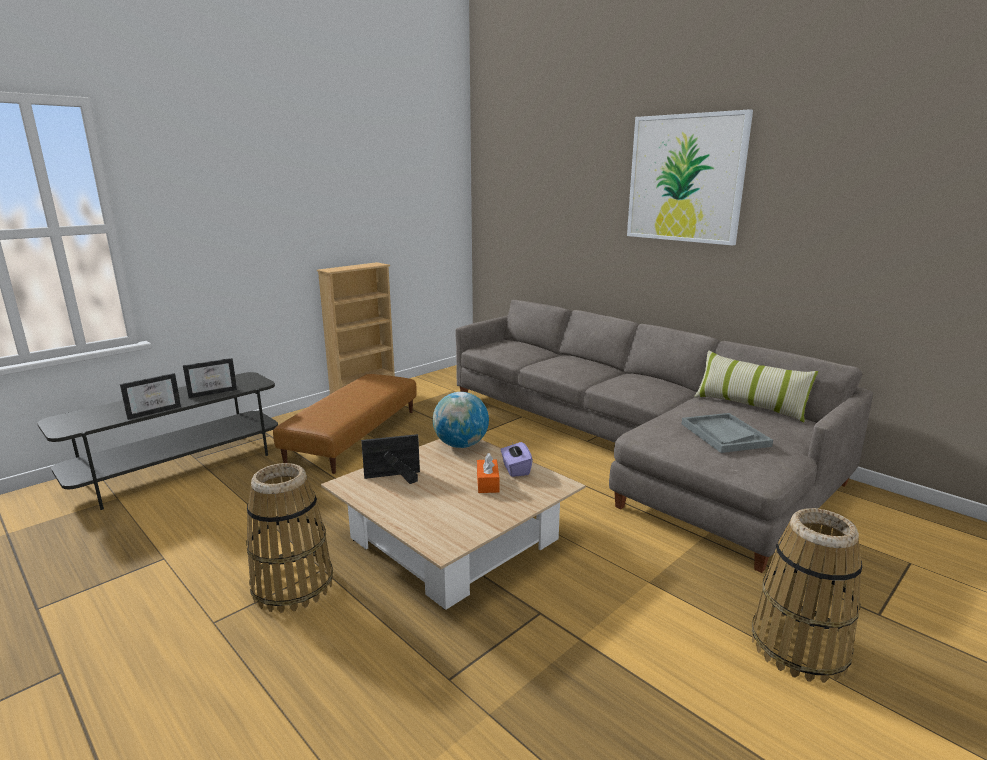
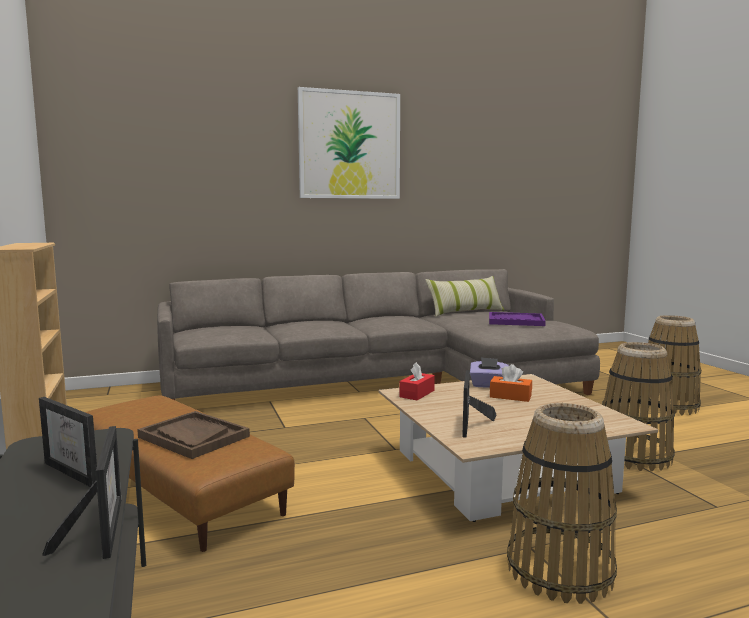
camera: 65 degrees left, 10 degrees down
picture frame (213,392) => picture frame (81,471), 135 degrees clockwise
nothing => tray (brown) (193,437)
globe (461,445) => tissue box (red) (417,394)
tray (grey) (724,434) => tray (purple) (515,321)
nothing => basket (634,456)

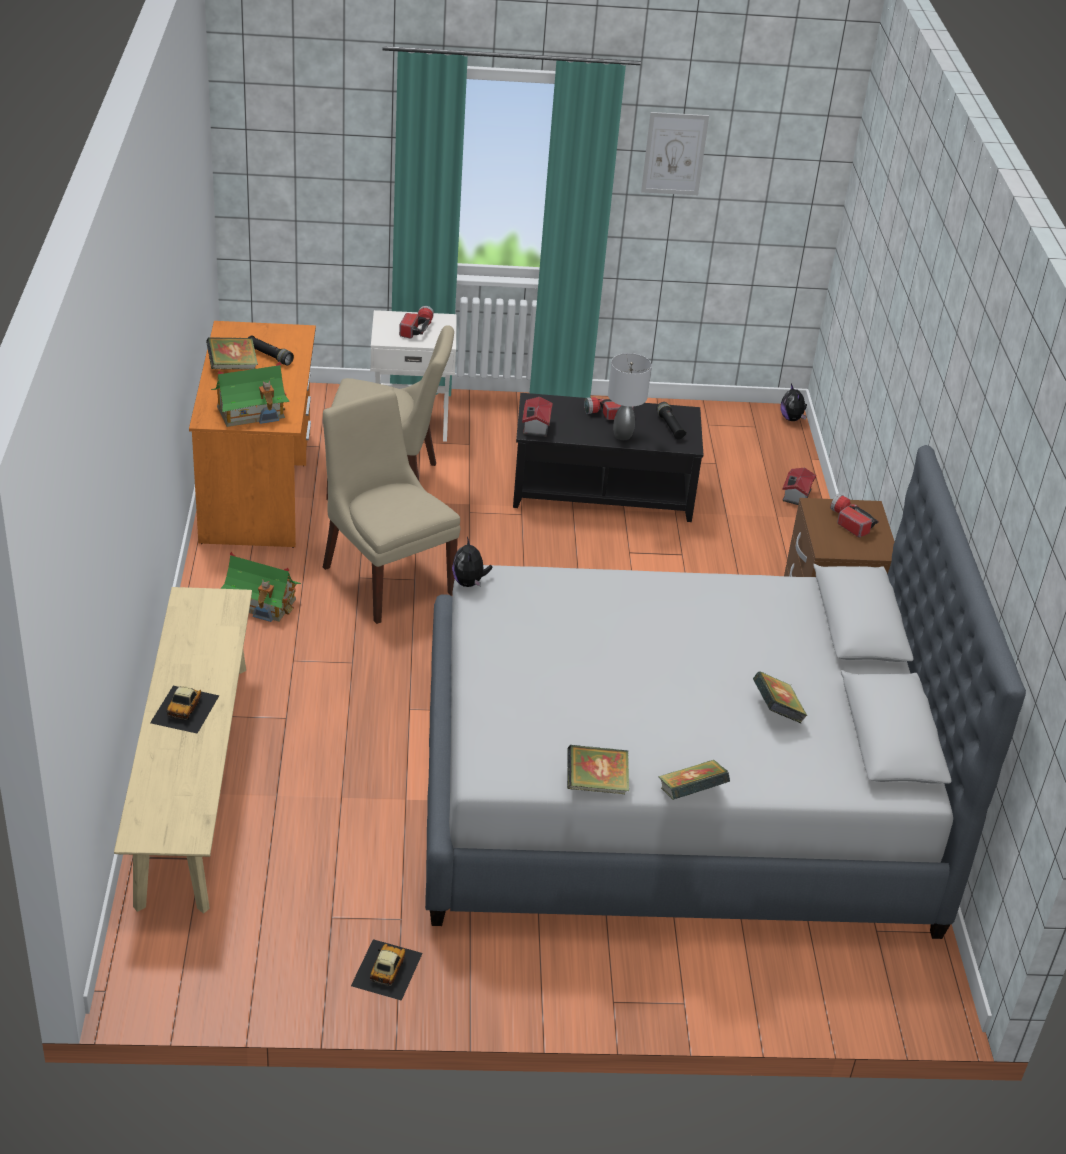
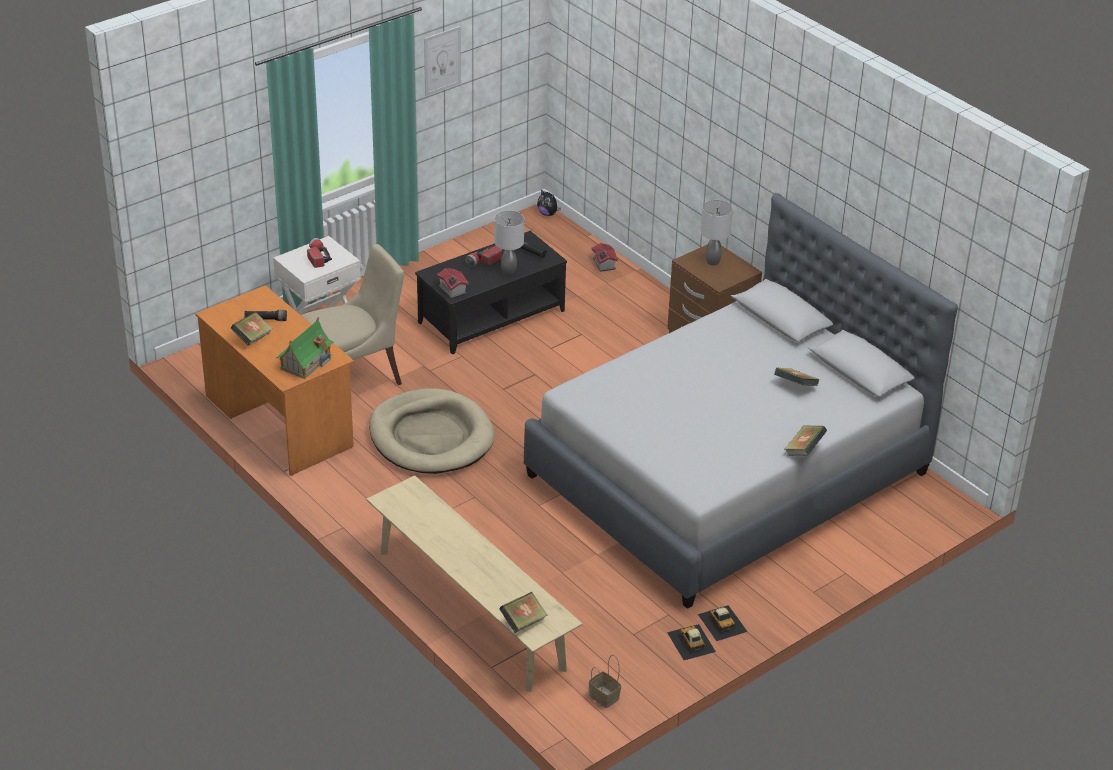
camera: 35 degrees left, 0 degrees up
chair (beige) (385,578) => dog bed (beige) (431,437)
book (596,784) => book (523,622), moved
nothing => basket (603,696)
toy car (185,709) => toy car (722,622), moved
flashlight (849,522) => table lamp (grey) (713,262)
toy house (261,602) => nothing
plush toy (469,583) => nothing

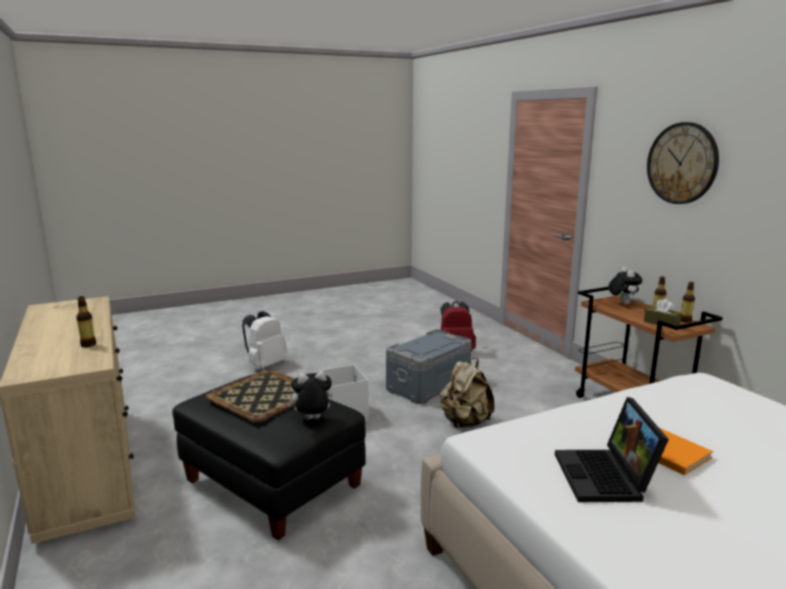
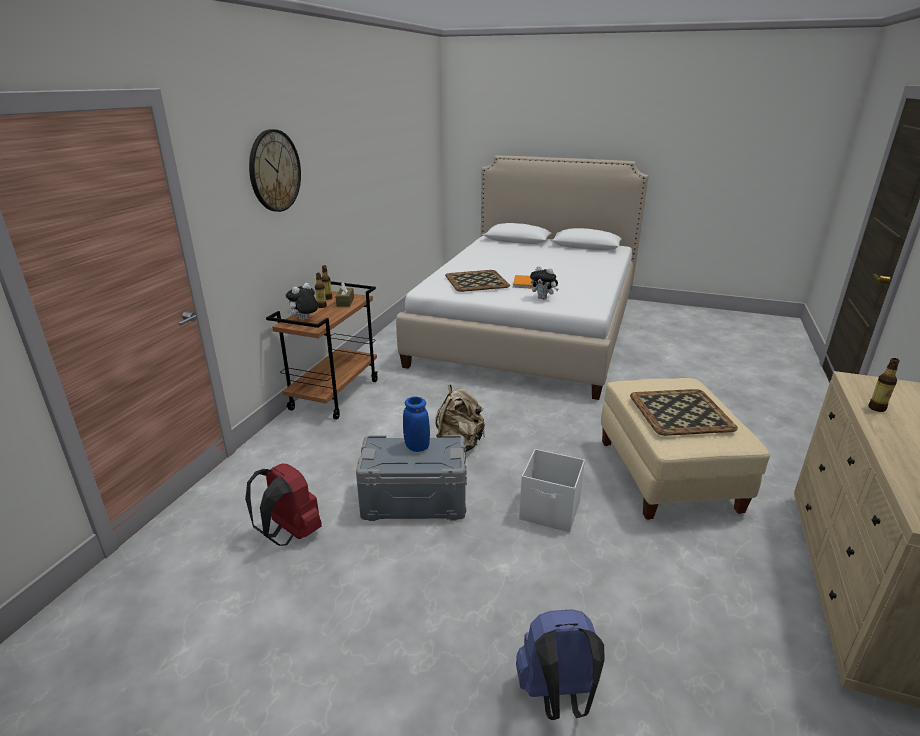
camera: 135 degrees left, 10 degrees up
nothing => vase (blue) (417,447)
nothing => tray (477,281)
backpack (white) (265,365) => backpack (blue) (557,696)
plush toy (312,419) => plush toy (543,298), moved
ottoman (black) (273,484) => ottoman (beige) (667,476)
laptop (607,478) => nothing

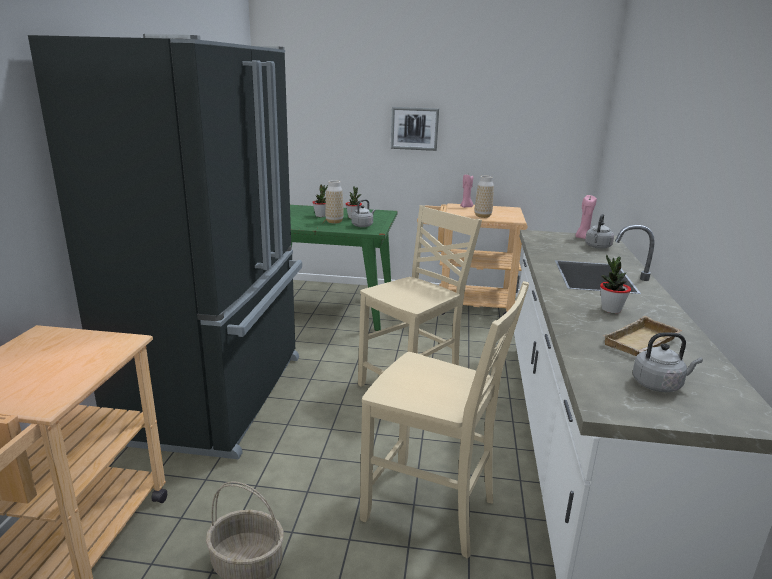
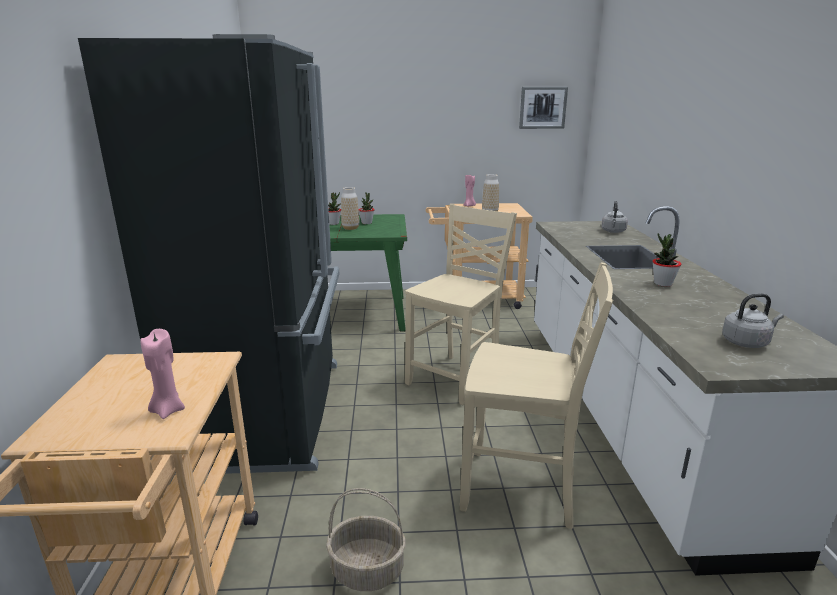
camera: 10 degrees left, 0 degrees up
candle (pink) (582,237) => candle (pink) (168,410), moved
picture (414,128) => picture (542,107), moved
kettle (grey) (363,225) => nothing
tray (beige) (642,343) => nothing

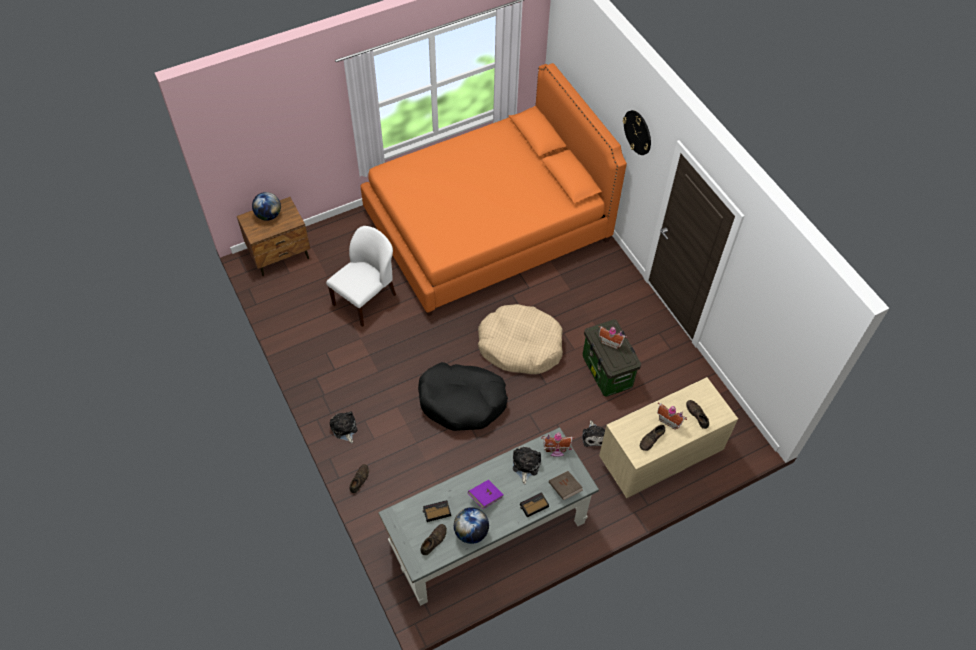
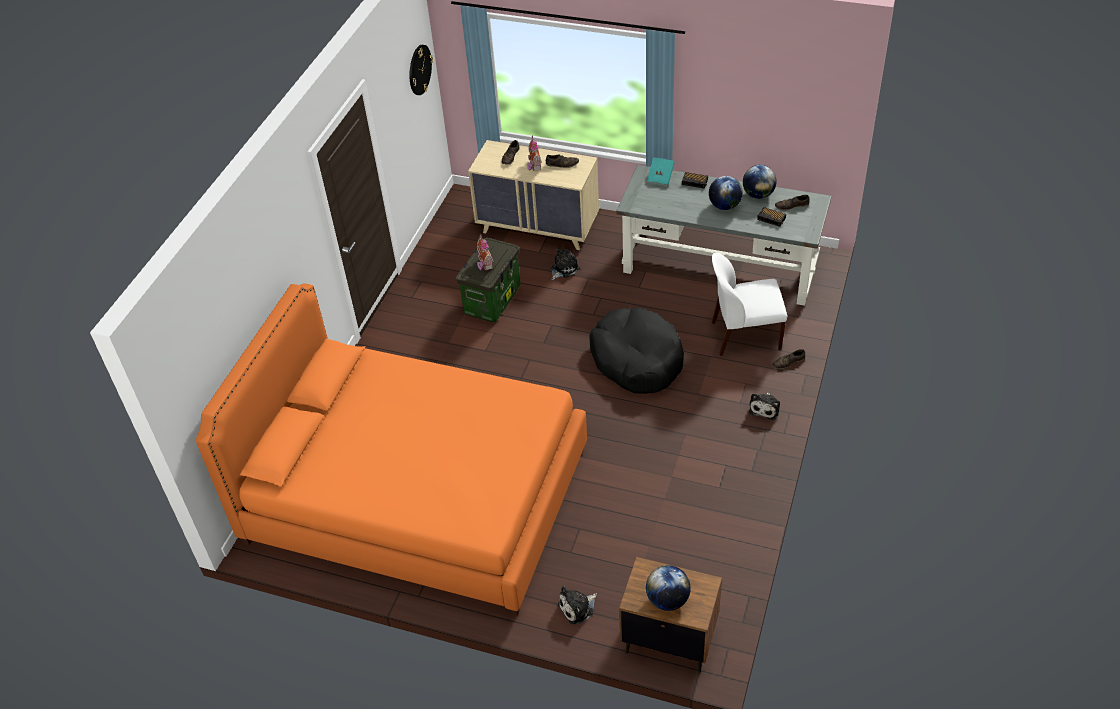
camera: 130 degrees left, 10 degrees down
wall clock (638,132) => wall clock (419,69), moved
plush toy (525,465) => plush toy (578,608), moved
book (brown) (564,488) => book (turquoise) (660,178)
book (purple) (485,497) => globe (724,206)
chair (white) (365,299) => chair (white) (744,336), moved
dog bed (beige) (520,346) => nothing
toy house (556,450) => nothing

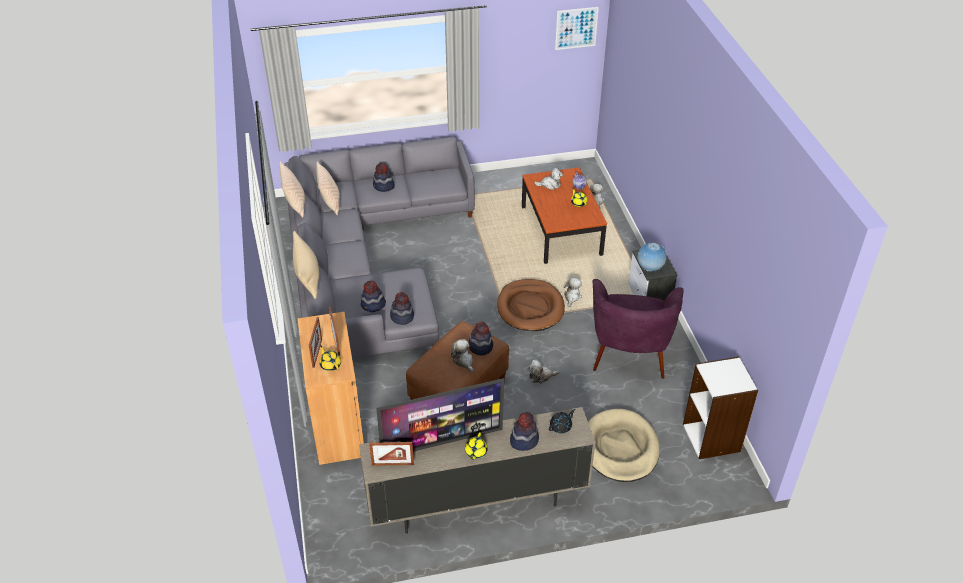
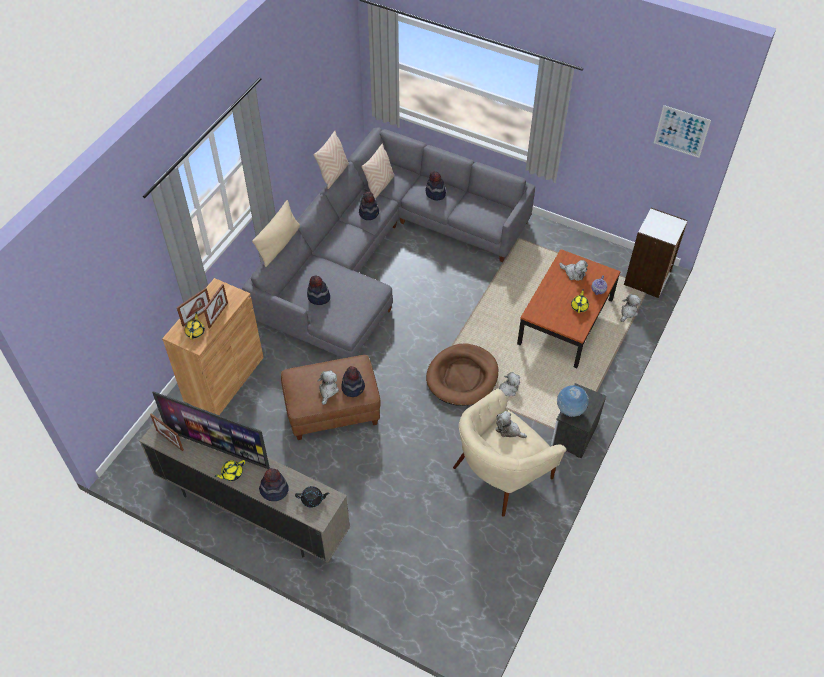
camera: 40 degrees right, 10 degrees up
hat (402,316) => hat (369,213), moved
armchair (purple) (629,351) => armchair (beige) (501,472)
plush toy (541,376) => plush toy (508,430), moved
bookcase (white) (712,438) => bookcase (white) (647,279), moved
dog bed (beige) (620,448) => nothing

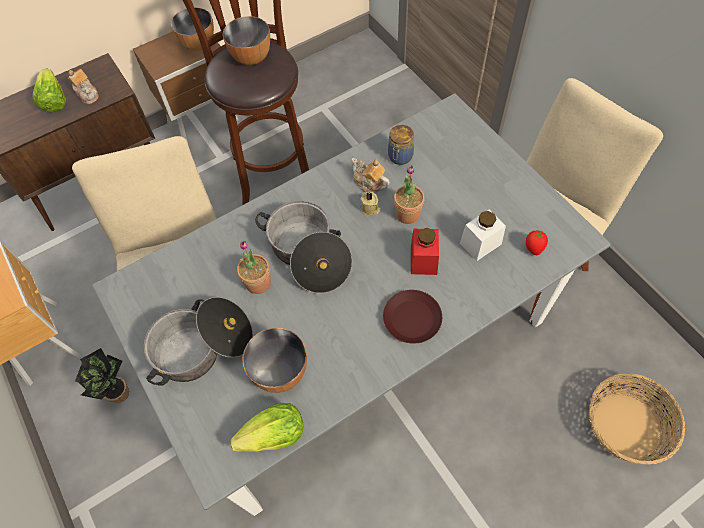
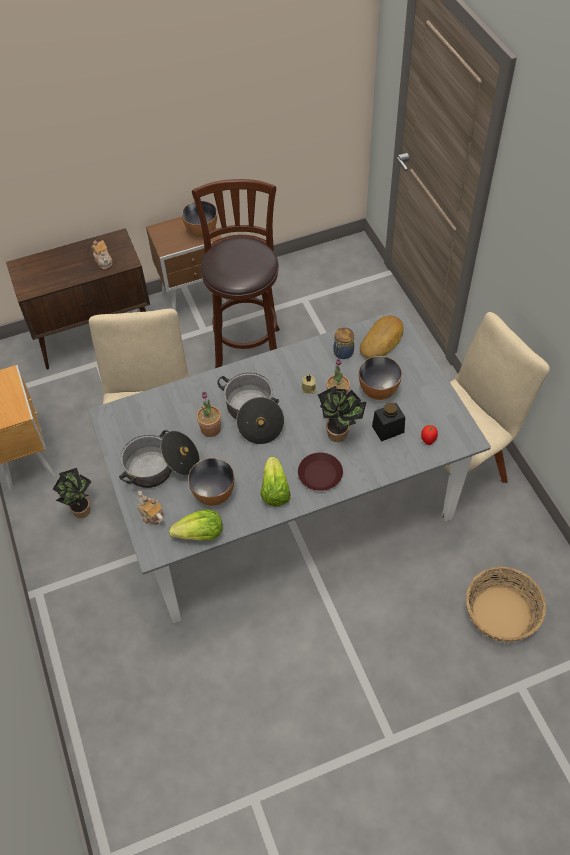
camera: 10 degrees right, 5 degrees down
teapot (369,183) => teapot (151,514), moved
lettuce (54,100) => lettuce (275,490), moved
jar (red) (423,260) => potted plant (340,433)
bowl (251,58) => bowl (378,391), moved
nothing => bread (382,341)
jar (white) (480,243) => jar (black) (388,429)

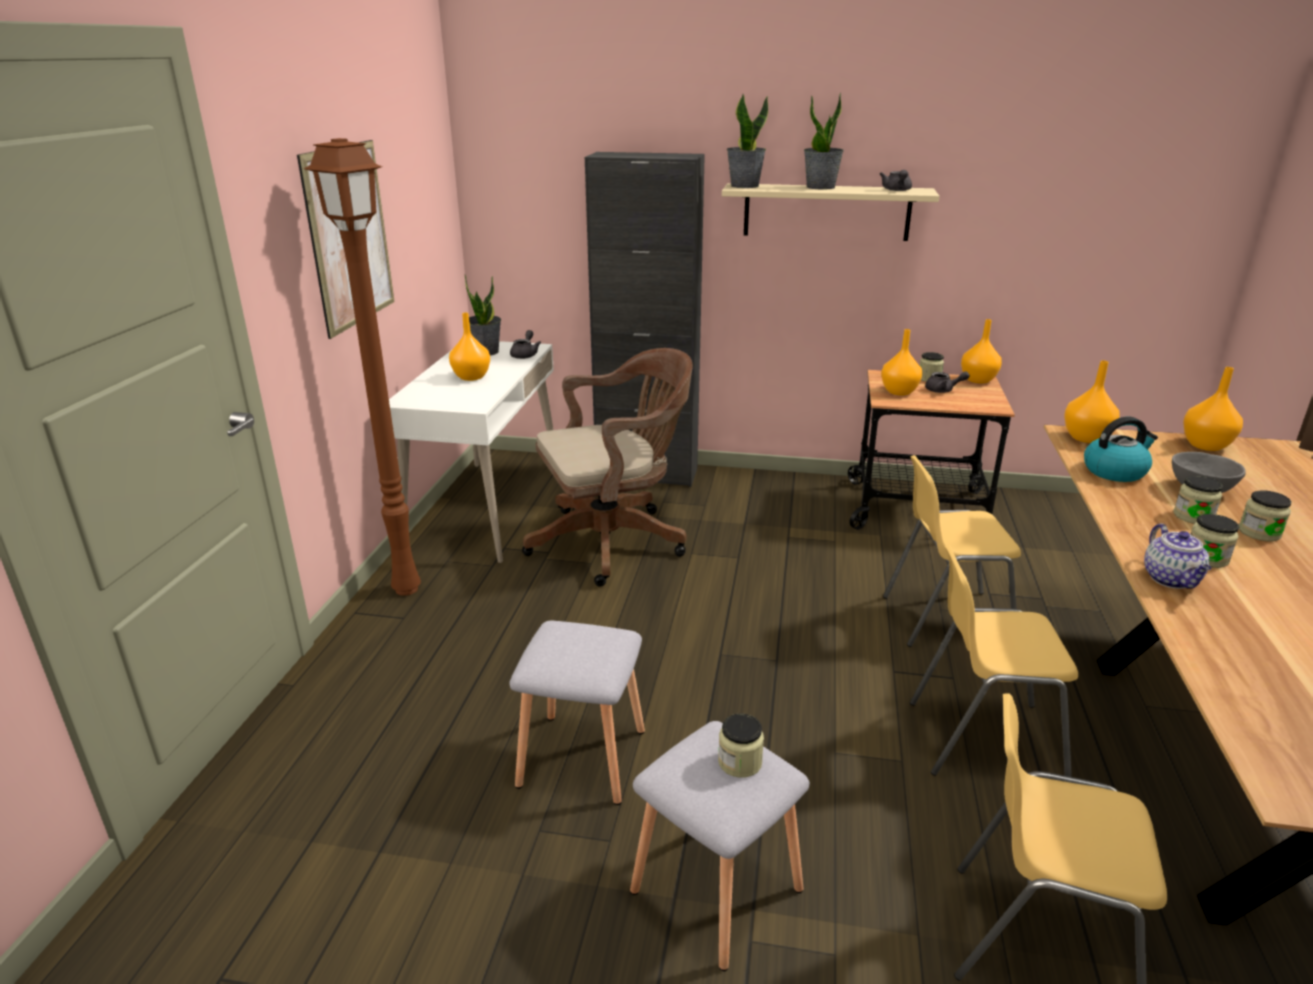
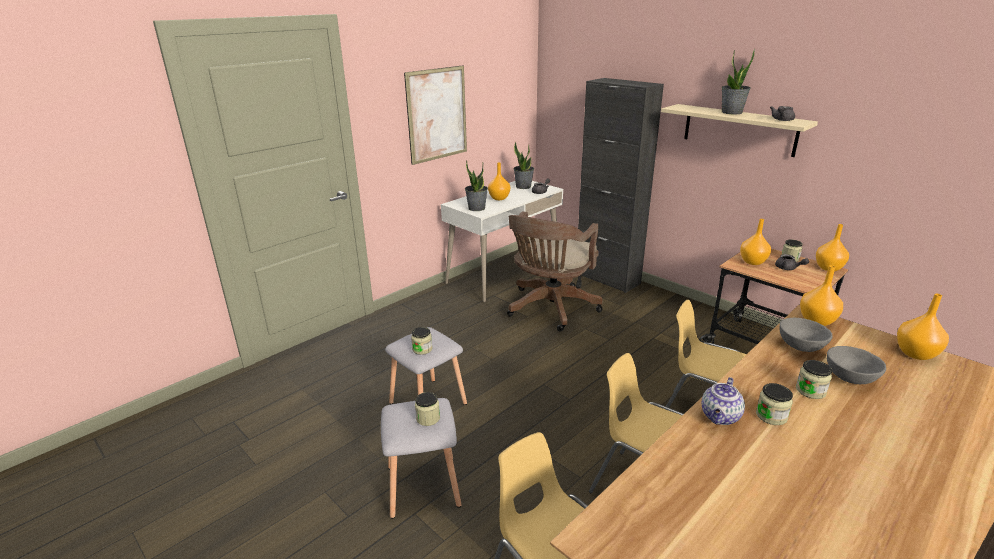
camera: 35 degrees right, 0 degrees up
jar (1259,532) => jar (422,349), moved
potted plant (744,186) => potted plant (476,208), moved
office chair (brown) (614,541) => office chair (brown) (550,309), 105 degrees clockwise
kettle (1115,471) => bowl (grey) (800,346)
floor lamp (brown) (406,590) => nothing

